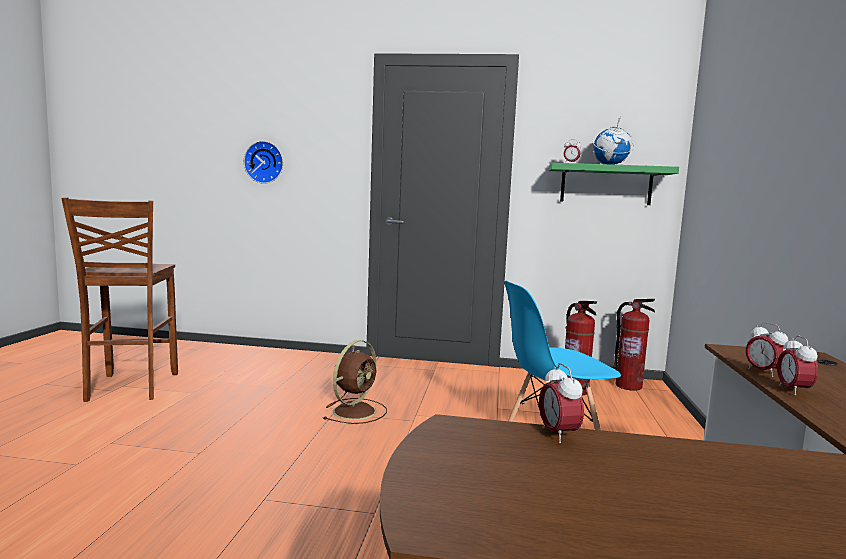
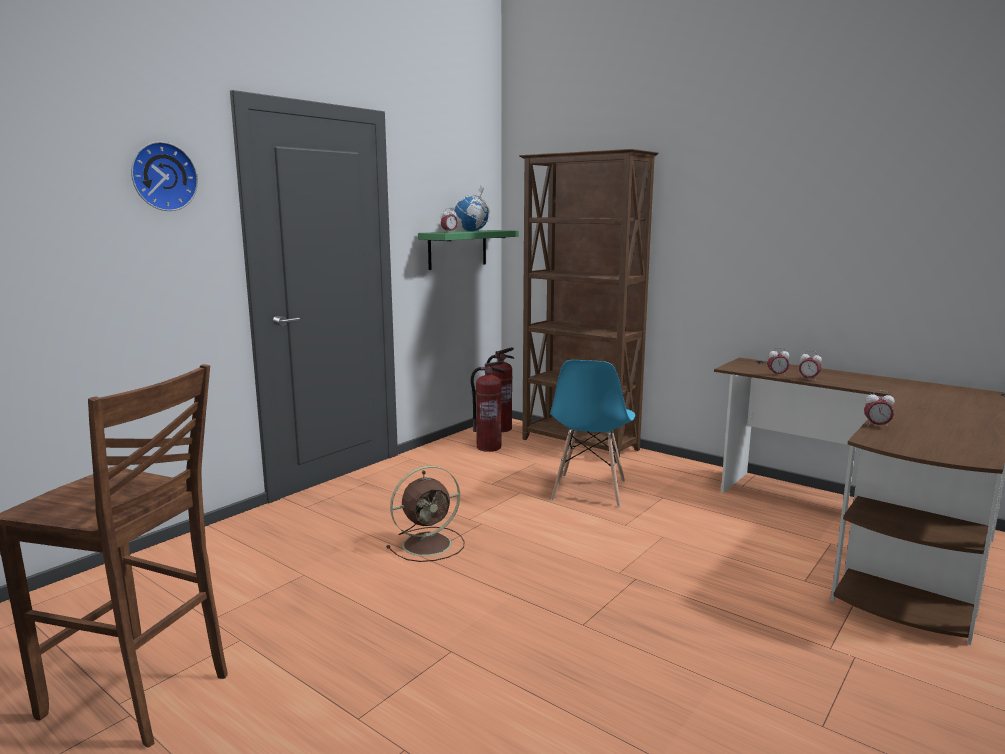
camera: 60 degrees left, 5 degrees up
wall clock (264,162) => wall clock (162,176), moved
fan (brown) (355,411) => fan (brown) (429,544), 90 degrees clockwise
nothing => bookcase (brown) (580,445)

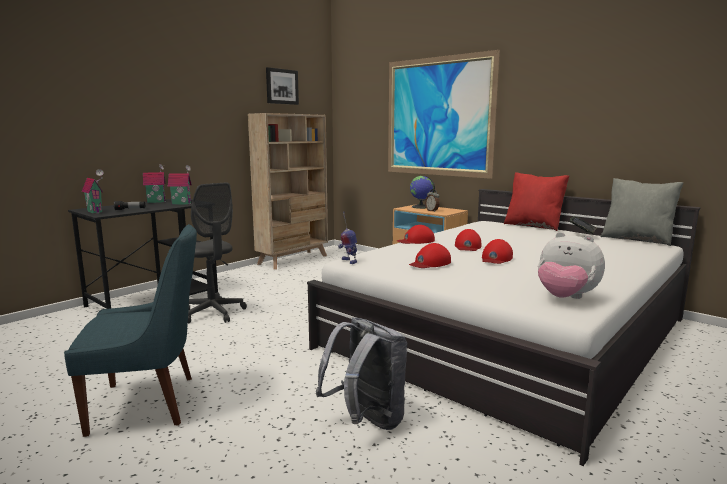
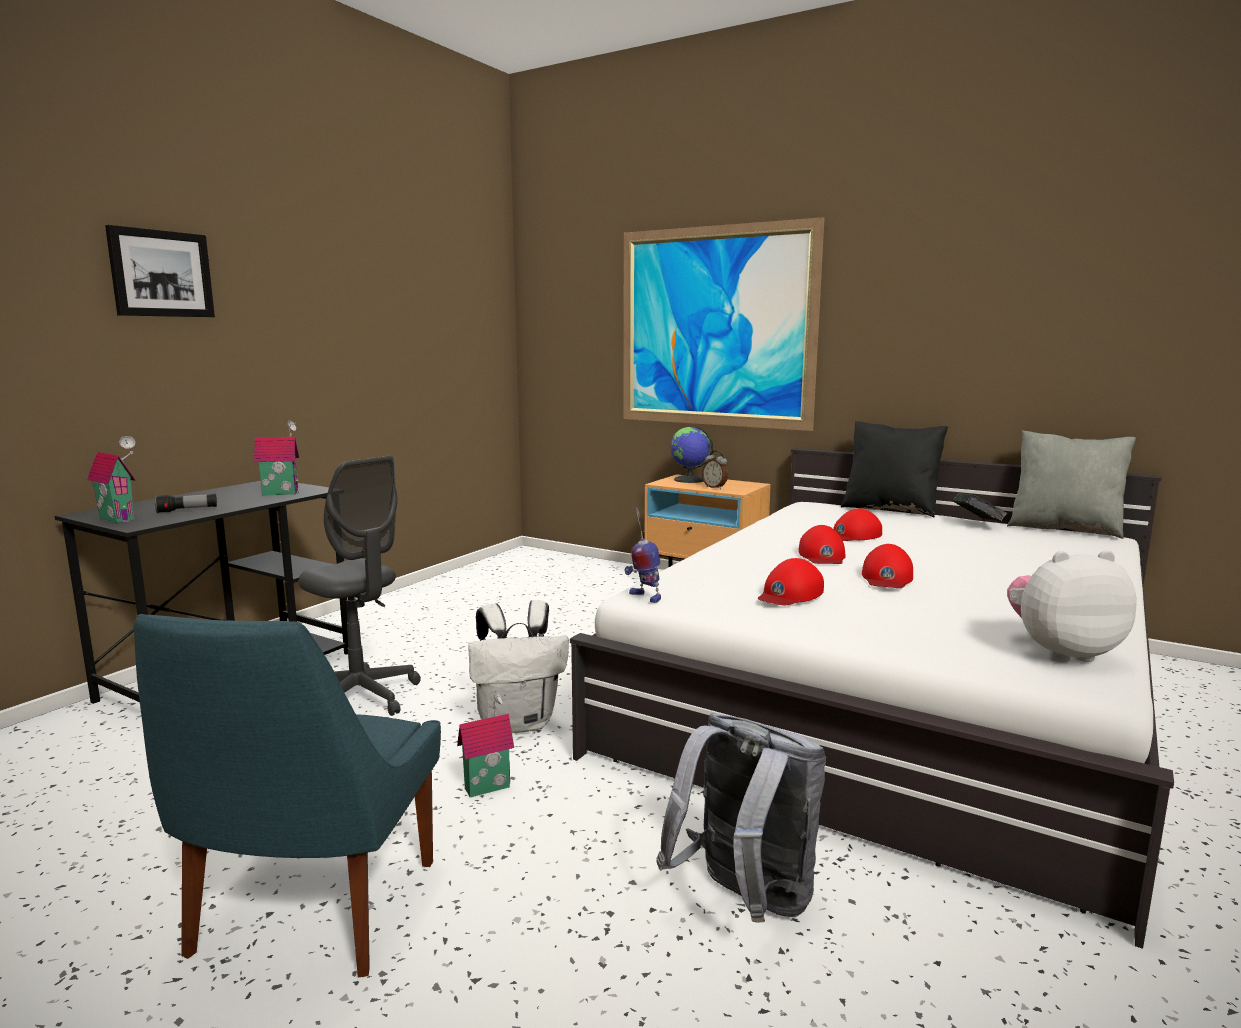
camera: 10 degrees left, 0 degrees up
picture (282,86) => picture (161,274), moved
chair (blue) (148,404) => chair (blue) (311,913), 120 degrees clockwise
toy house (156,201) => toy house (486,786), moved
nothing => backpack (white) (518,723)
cap (red) (416,241) => cap (red) (853,535), moved
pillow (red) (533,226) => pillow (black) (890,509)
plush toy (565,298) => plush toy (1061,652), 150 degrees clockwise
bookcase (beige) (293,260) => nothing

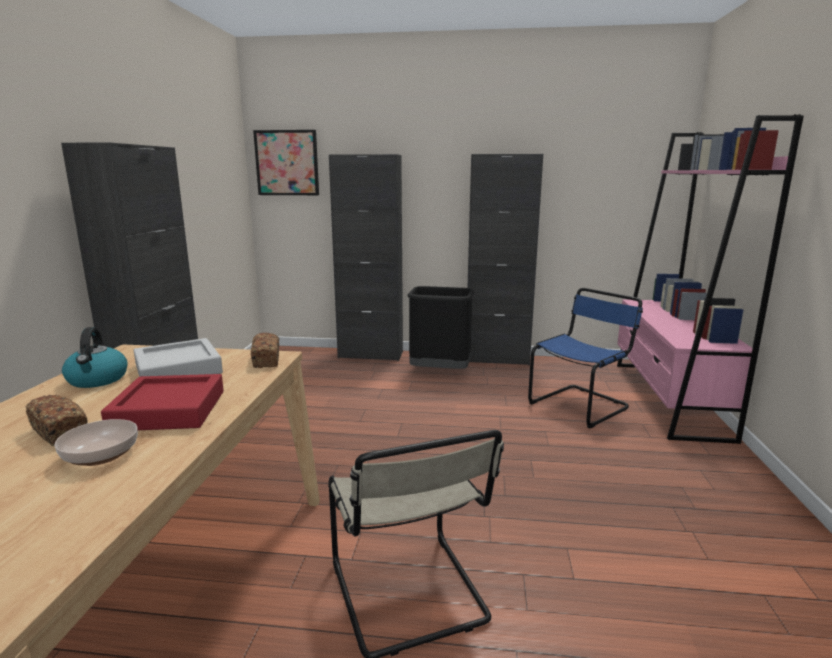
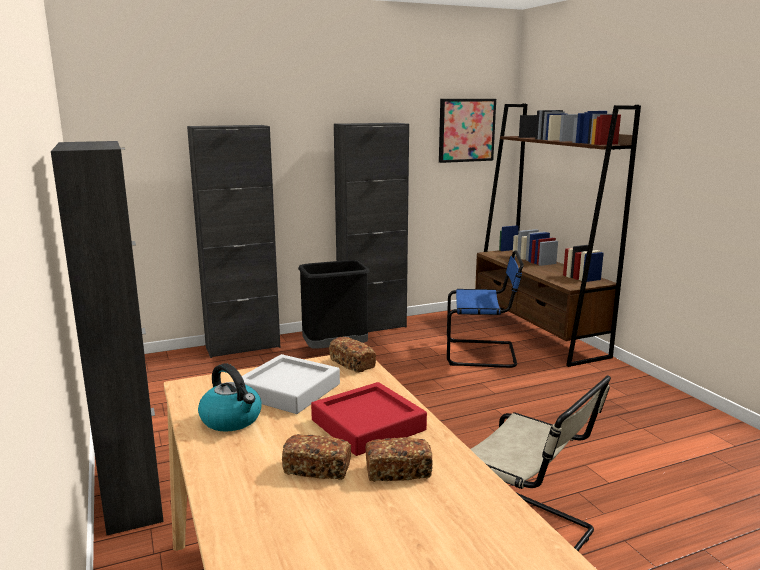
camera: 30 degrees left, 0 degrees up
bowl (102,455) => bread (398,471)
picture (287,163) => picture (466,130), moved
chair (blue) (581,405) => chair (blue) (483,354), 75 degrees clockwise
bookcase (pink) (668,398) => bookcase (brown) (537,334)

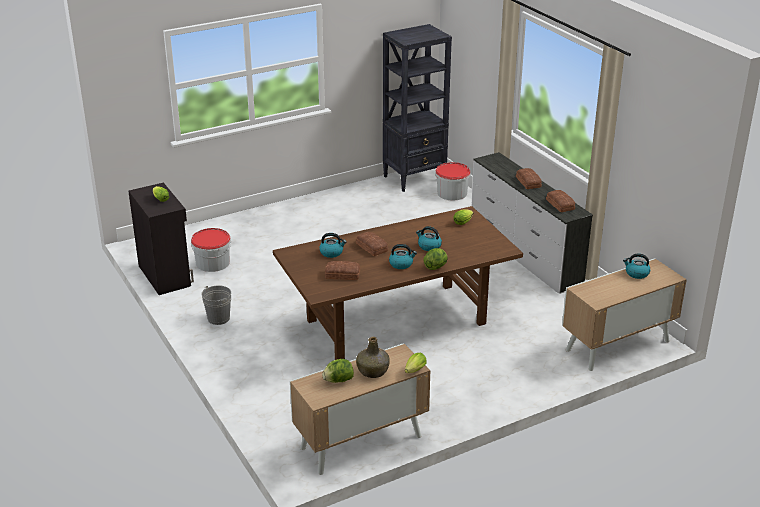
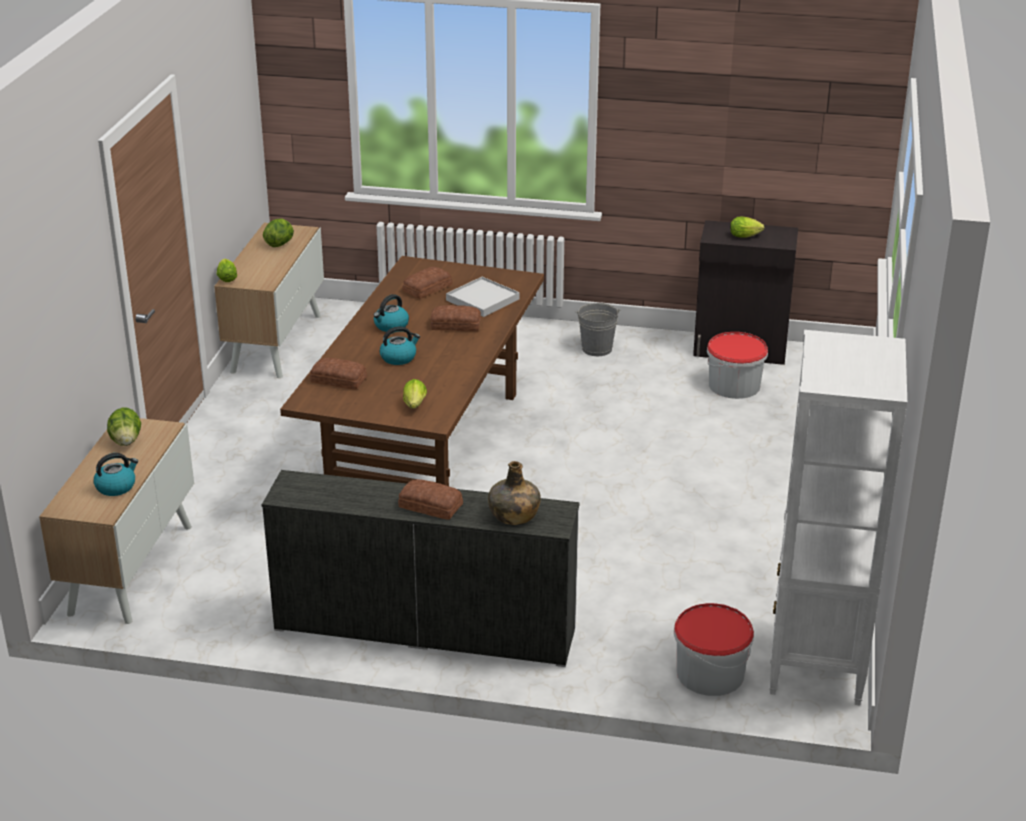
camera: 130 degrees right, 0 degrees up
lettuce (436,267) => lettuce (126,441), moved
bread (560,204) => bread (338,380), moved
kettle (332,252) => tray (white) (483,300)
bottle (green) (373,371) => bottle (green) (513,515), moved
bookcase (black) (415,178) => bookcase (white) (816,664)

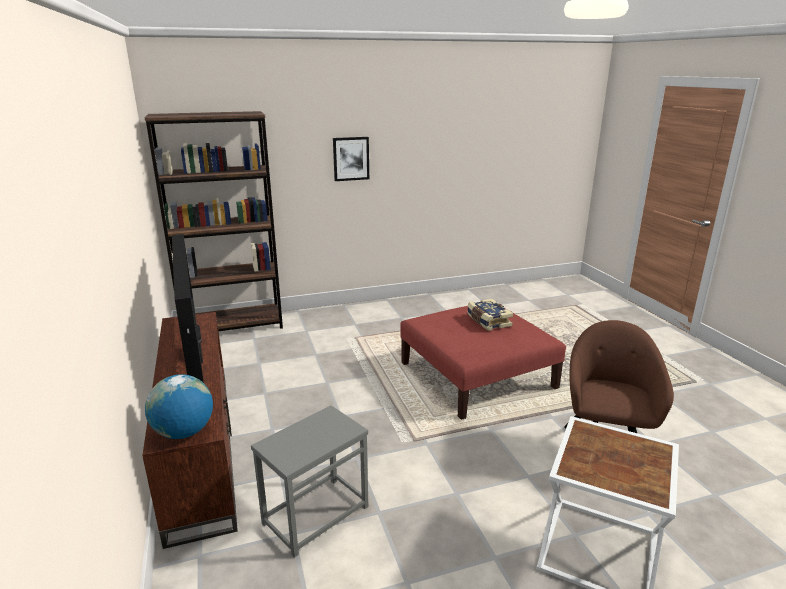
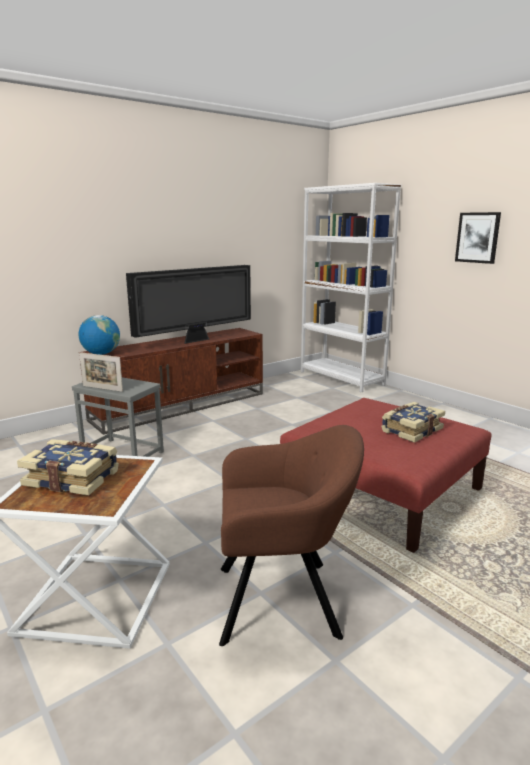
camera: 70 degrees right, 5 degrees down
nothing => book (73,478)
nothing => picture frame (102,388)
bookcase (brown) (233,326) => bookcase (white) (341,378)

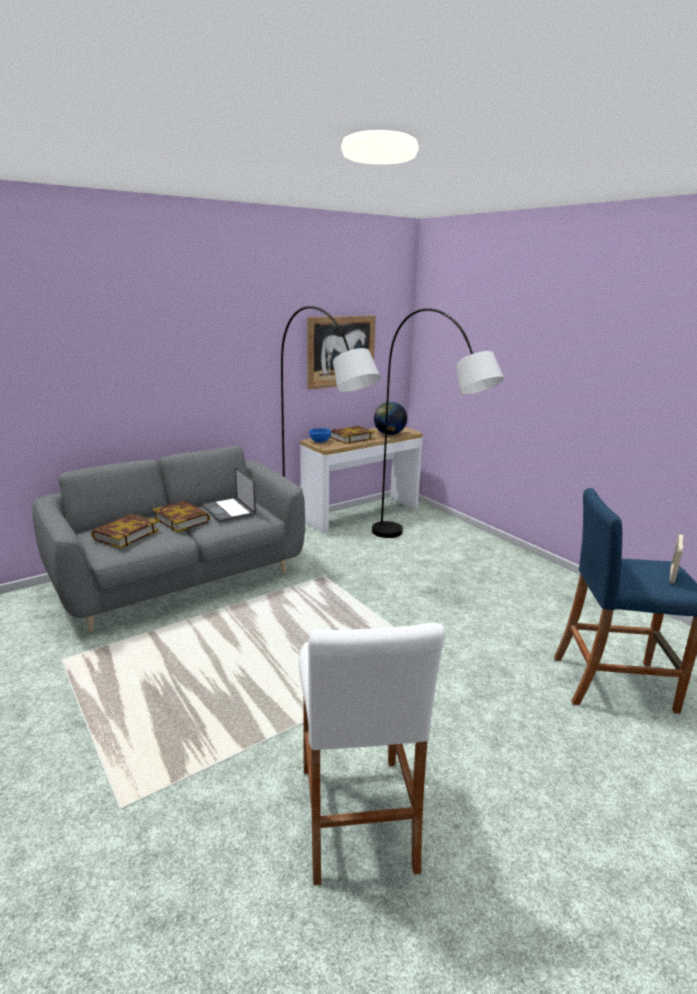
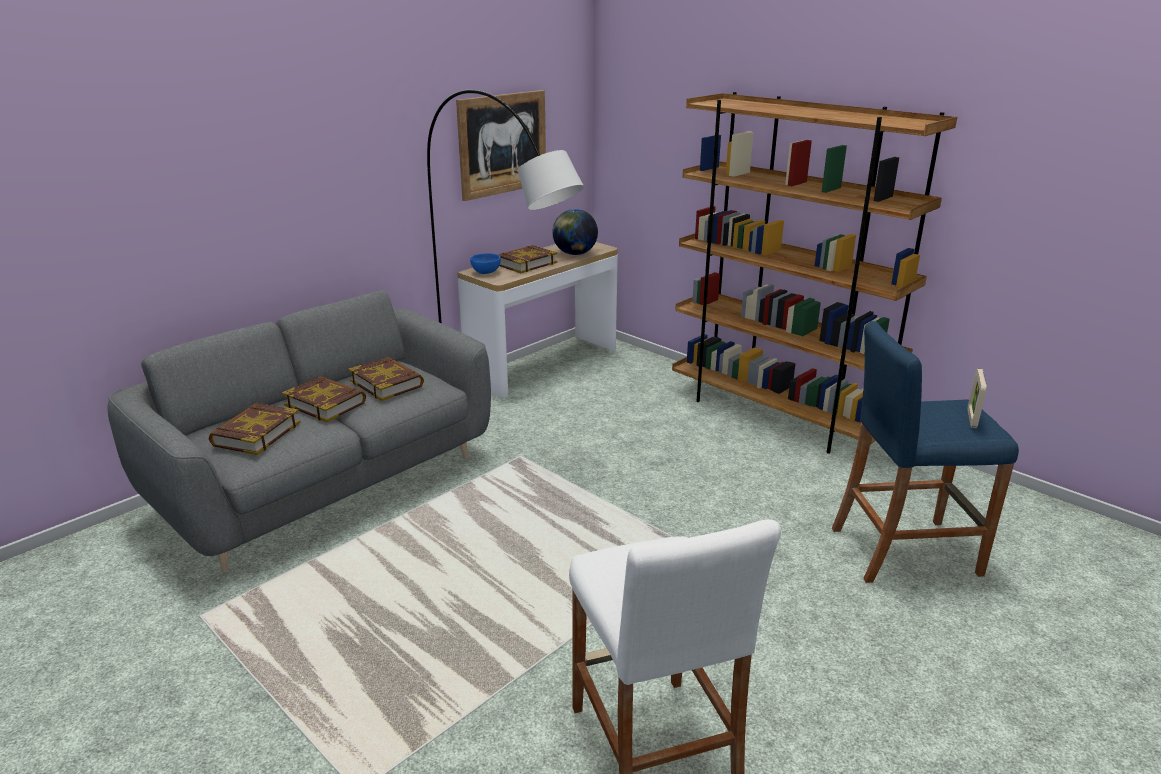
camera: 10 degrees left, 5 degrees up
laptop (229,510) => book (387,383)
nothing => bookcase (brown) (776,415)
floor lamp (grey) (424,554) => nothing

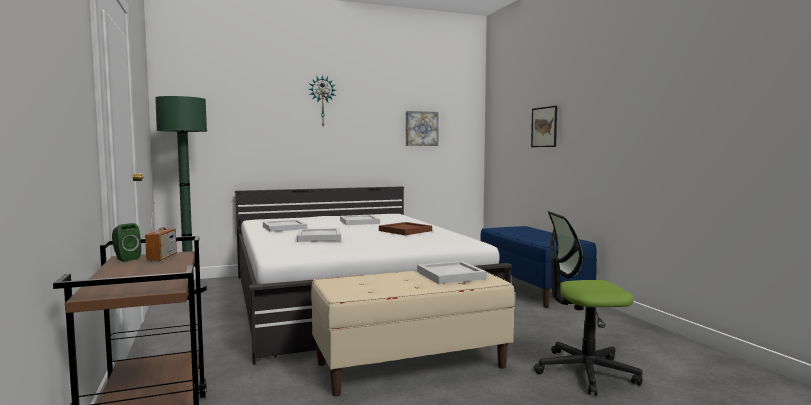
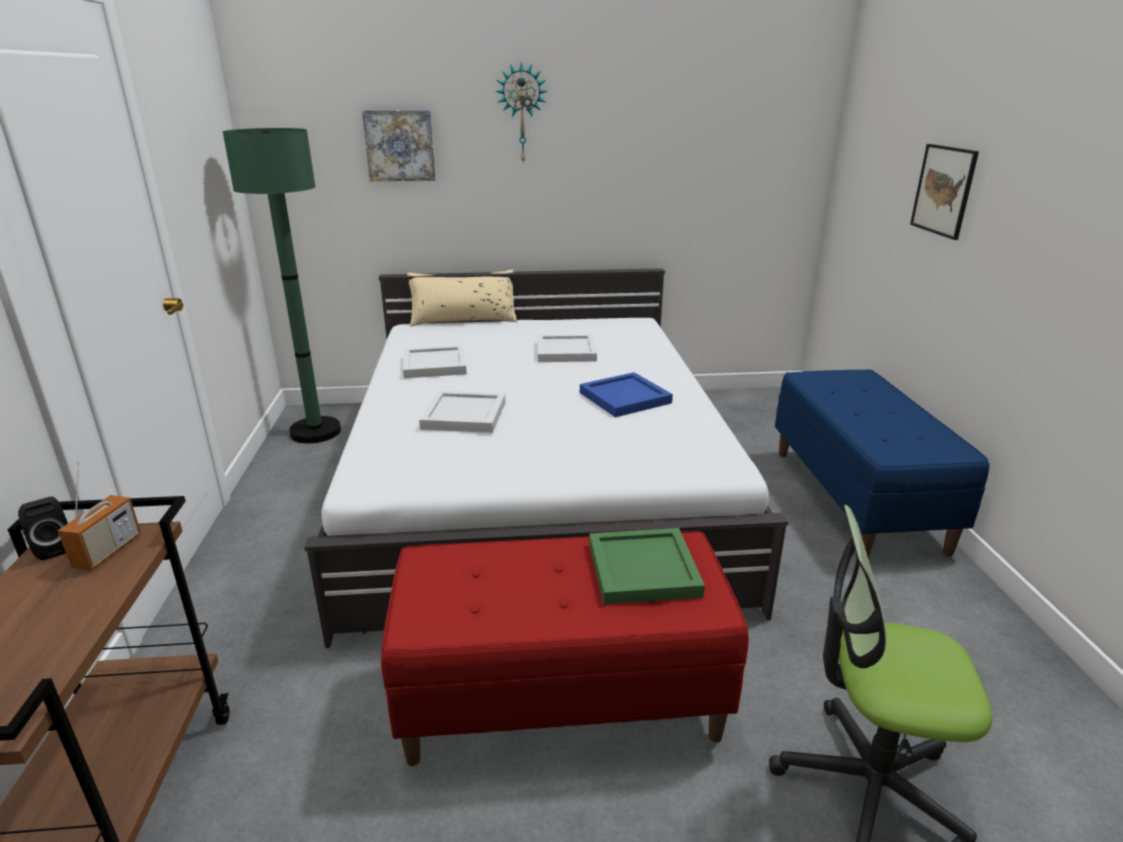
camera: 15 degrees right, 20 degrees up
speaker (green) (125,259) => speaker (black) (54,548)
picture (421,128) => picture (400,145), moved
bench (beige) (411,365) => bench (red) (561,698)
nothing => pillow (beige) (463,320)
tray (brown) (406,231) => tray (blue) (626,398)
tray (white) (449,275) => tray (green) (641,568)

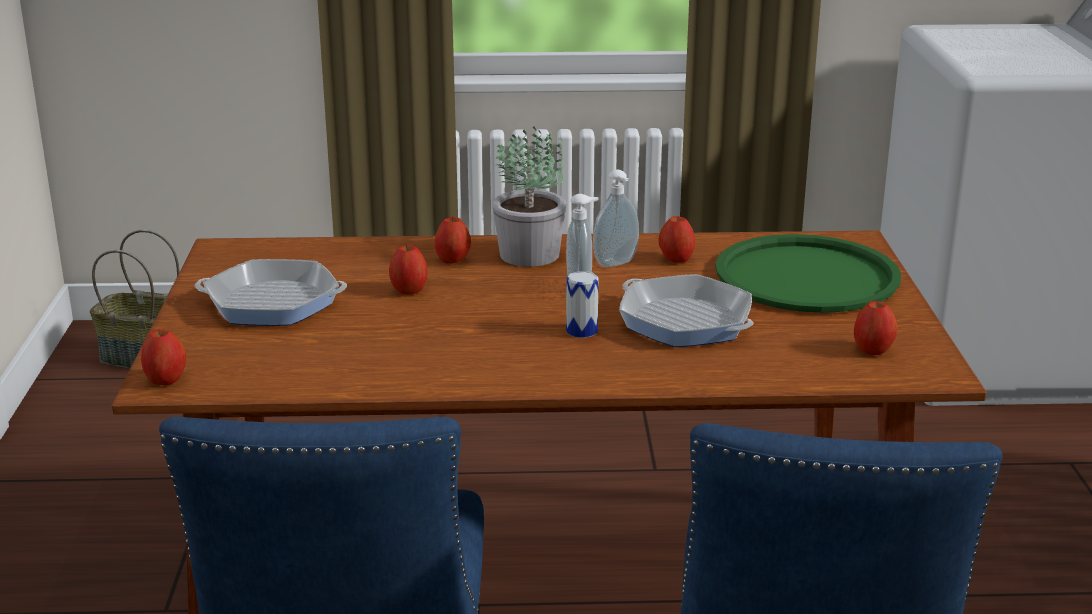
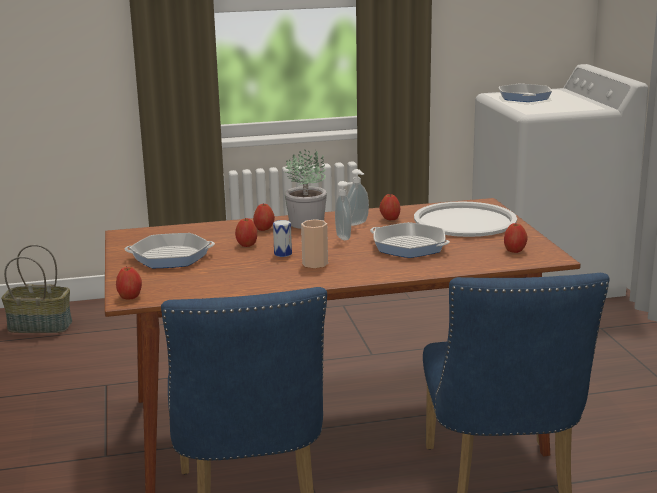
camera: 10 degrees left, 5 degrees down
can (581,331) => can (283,254), moved
nothing => cup (315,264)
tray (green) (806,276) => tray (white) (464,221)
nothing => frying pan (524,97)

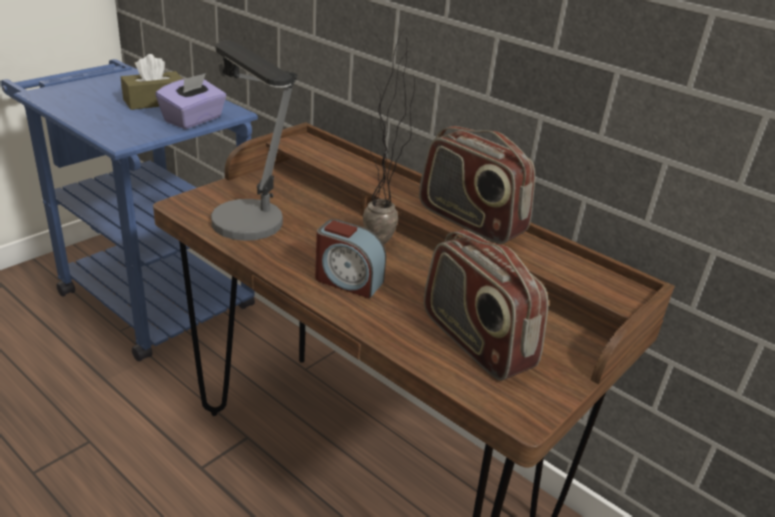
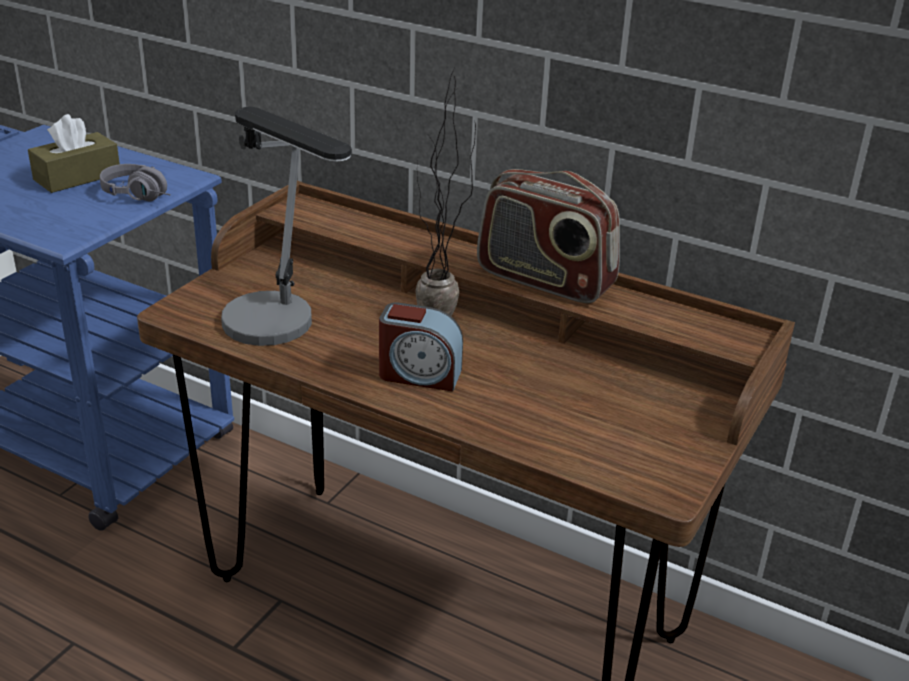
camera: 10 degrees left, 0 degrees up
tissue box (purple) (193,120) => headphones (grey) (142,196)
radio (475,341) => nothing

